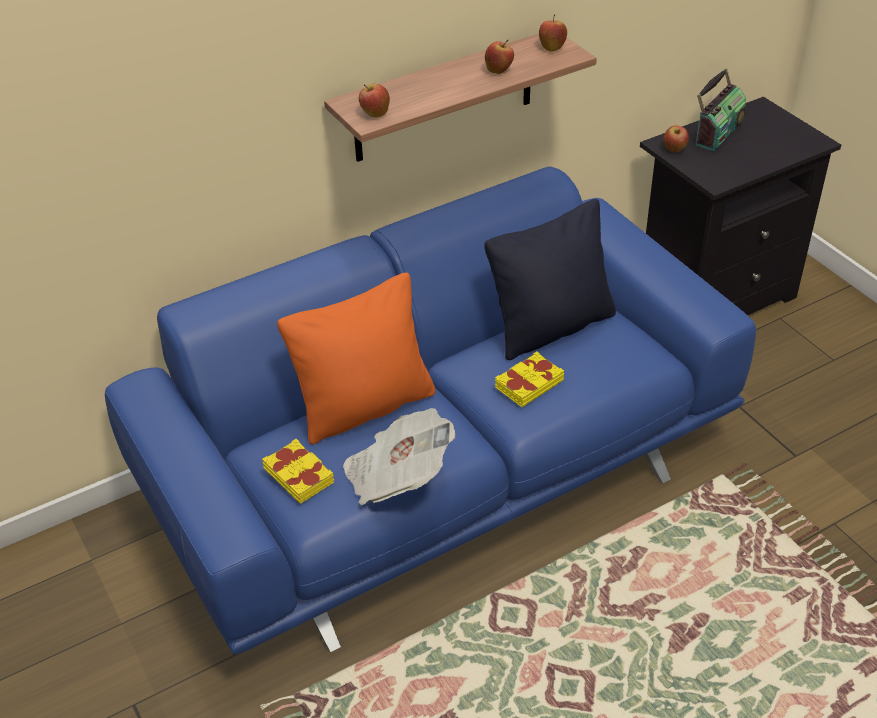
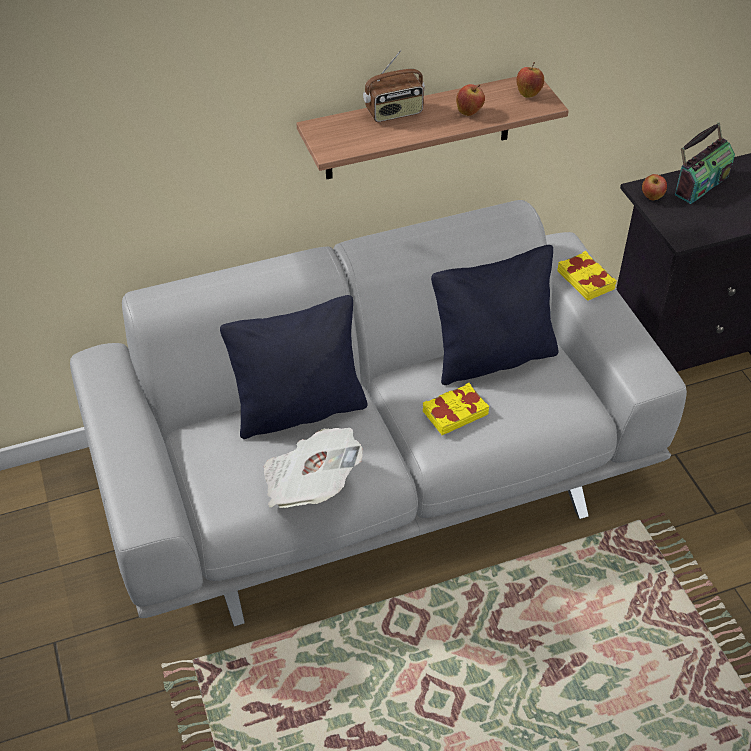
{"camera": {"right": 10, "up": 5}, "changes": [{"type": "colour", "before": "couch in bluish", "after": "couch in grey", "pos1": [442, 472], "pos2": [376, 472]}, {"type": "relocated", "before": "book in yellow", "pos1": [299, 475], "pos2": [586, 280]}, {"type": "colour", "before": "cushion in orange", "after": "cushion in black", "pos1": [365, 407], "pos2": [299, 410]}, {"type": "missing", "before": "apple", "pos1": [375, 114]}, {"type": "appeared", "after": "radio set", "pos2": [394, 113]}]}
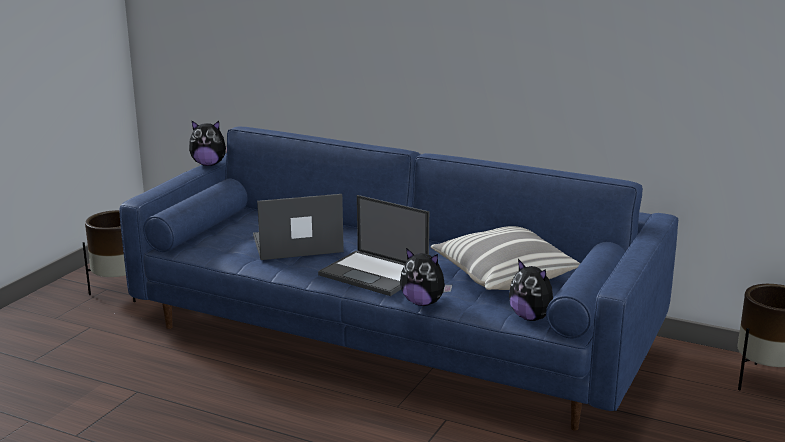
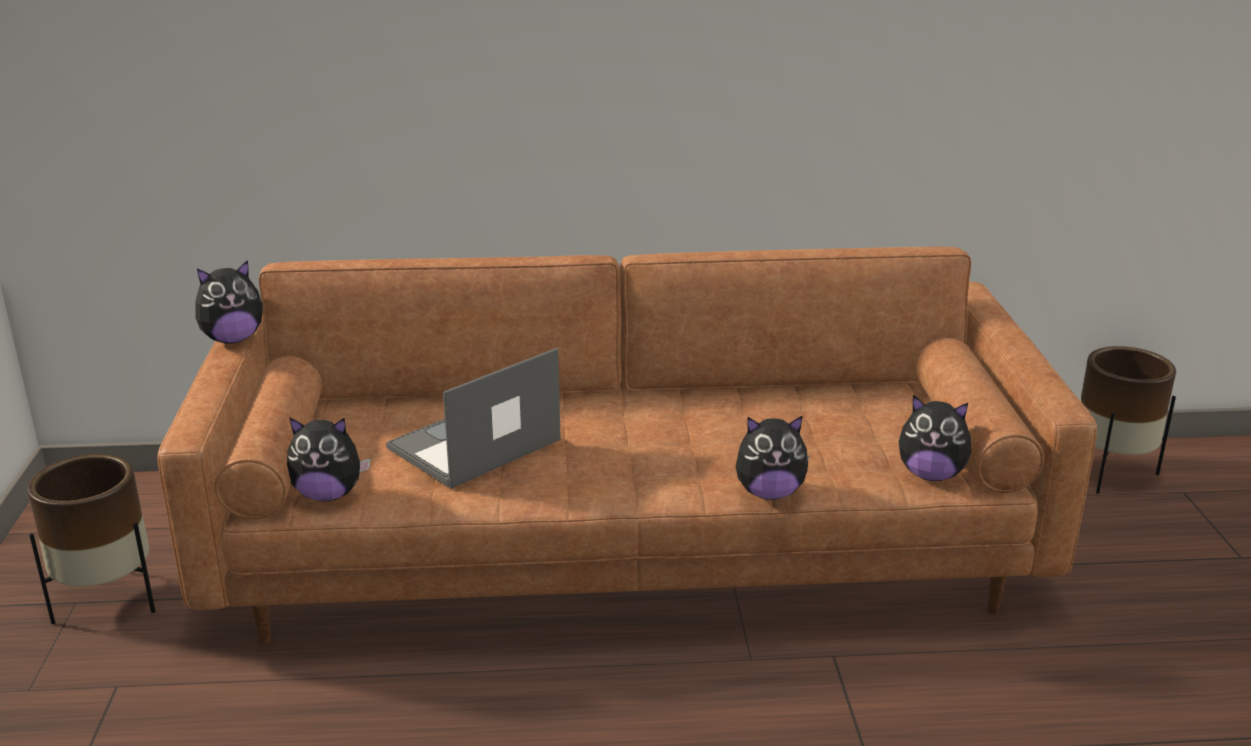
{"camera": {"right": -30, "up": 5}, "changes": [{"type": "colour", "before": "couch in bluish", "after": "couch in brown", "pos1": [392, 334], "pos2": [625, 544]}, {"type": "missing", "before": "portable computer", "pos1": [375, 273]}, {"type": "missing", "before": "cushion", "pos1": [502, 276]}, {"type": "appeared", "after": "cuddly toy", "pos2": [328, 495]}]}
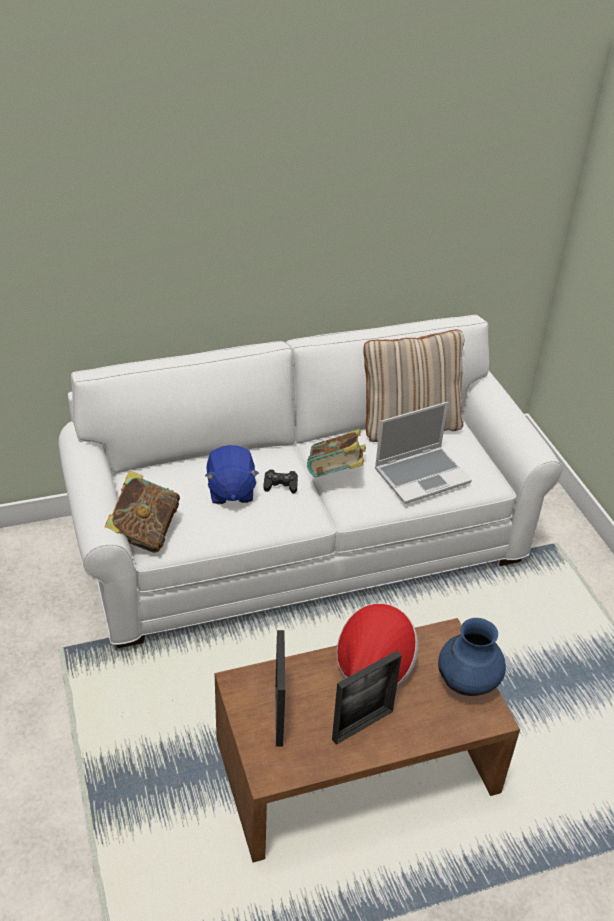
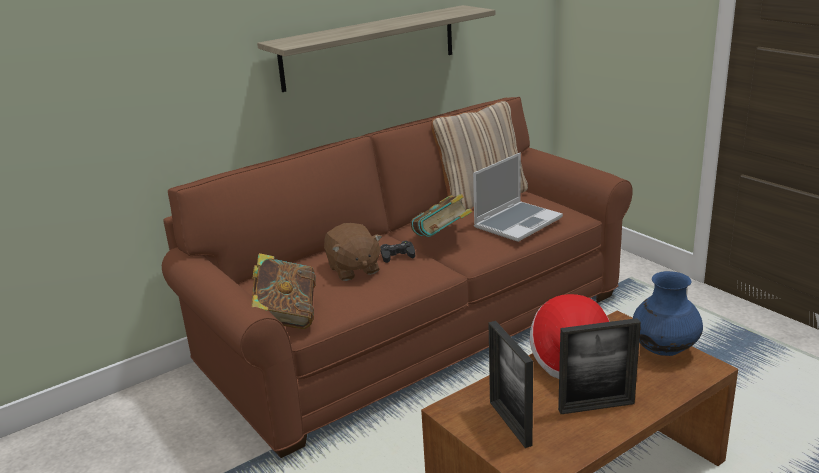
{"camera": {"right": -15, "up": -15}, "changes": [{"type": "colour", "before": "couch in whitish", "after": "couch in brown", "pos1": [303, 540], "pos2": [415, 329]}, {"type": "colour", "before": "cuddly toy in bluish", "after": "cuddly toy in brown", "pos1": [230, 491], "pos2": [353, 269]}, {"type": "spun", "before": "photo frame", "pos1": [362, 725], "pos2": [596, 406], "turn": 45}, {"type": "appeared", "after": "bracket shelf", "pos2": [370, 47]}]}
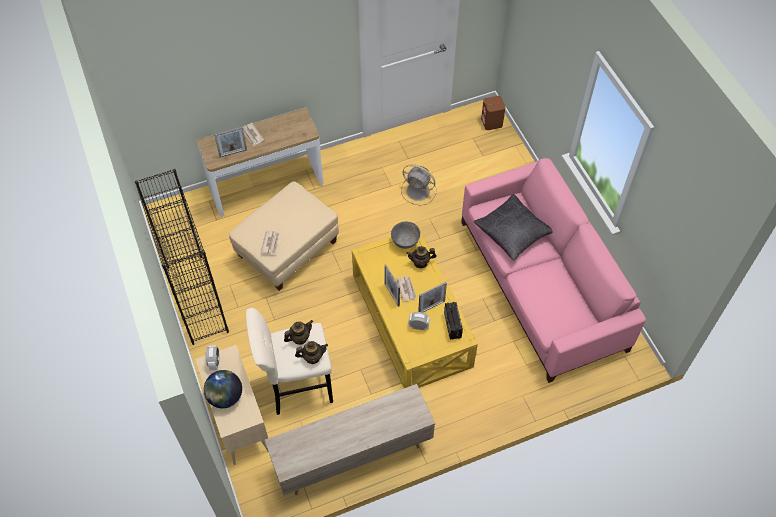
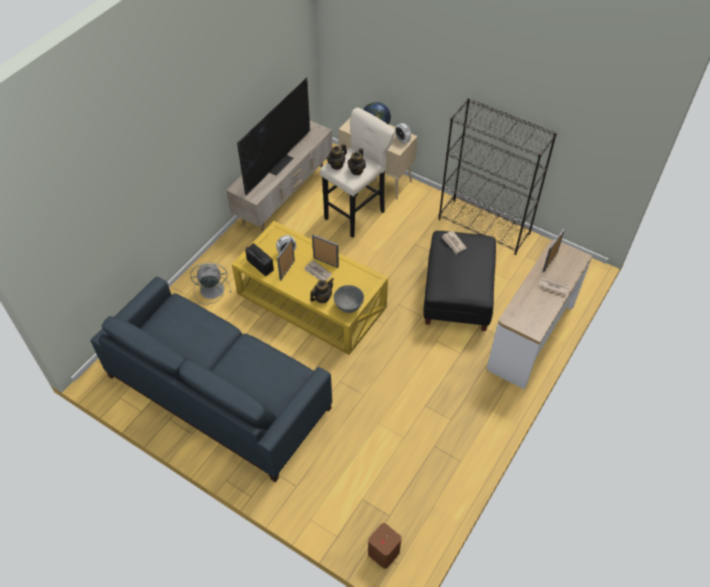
{"camera": {"right": 145, "up": -5}, "changes": [{"type": "colour", "before": "pouffe in beige", "after": "pouffe in black", "pos1": [287, 249], "pos2": [457, 296]}, {"type": "relocated", "before": "fan in grey", "pos1": [419, 191], "pos2": [211, 289]}, {"type": "colour", "before": "couch in pink-coloured", "after": "couch in bluish", "pos1": [541, 285], "pos2": [218, 391]}, {"type": "missing", "before": "cushion in black", "pos1": [512, 232]}, {"type": "appeared", "after": "TV", "pos2": [278, 163]}]}
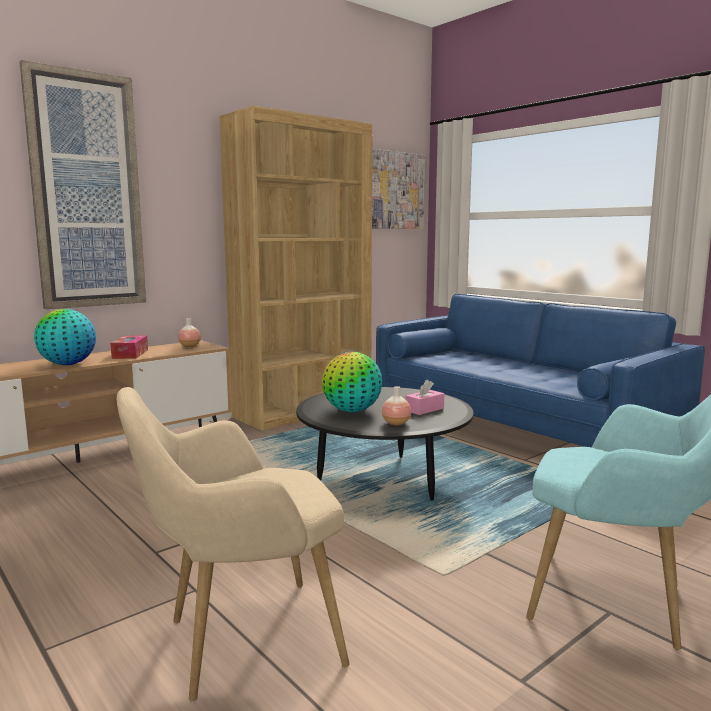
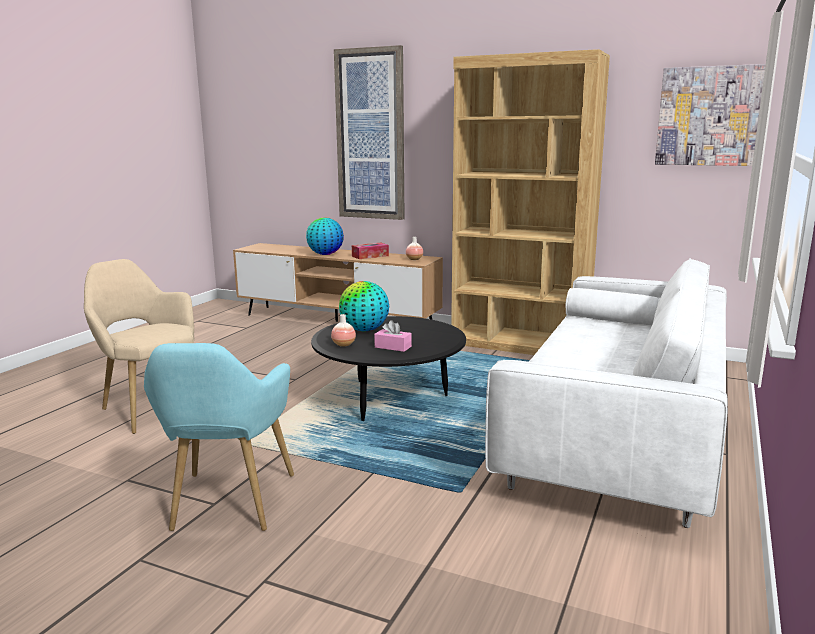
{"camera": {"right": 65, "up": 5}, "changes": [{"type": "colour", "before": "couch in bluish", "after": "couch in whitish", "pos1": [518, 427], "pos2": [618, 432]}]}
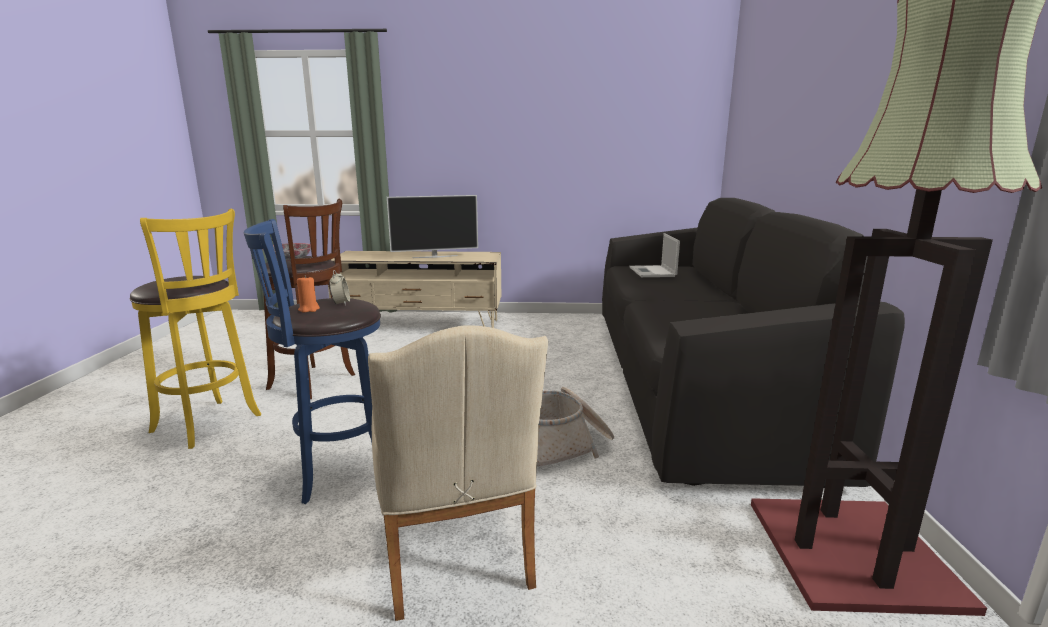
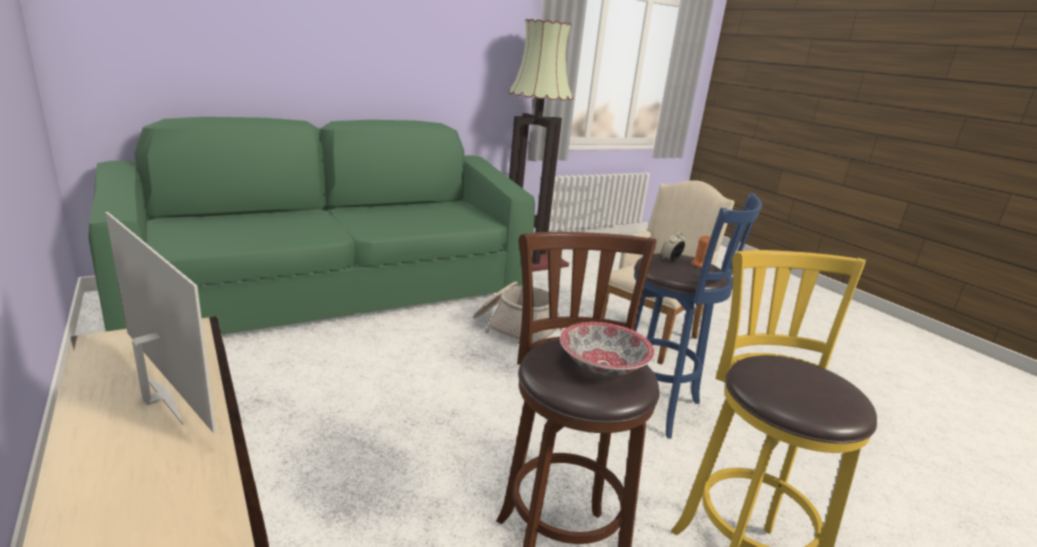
{"camera": {"right": -125, "up": 5}, "changes": [{"type": "colour", "before": "couch in black", "after": "couch in green", "pos1": [691, 378], "pos2": [339, 292]}, {"type": "missing", "before": "portable computer", "pos1": [653, 272]}]}
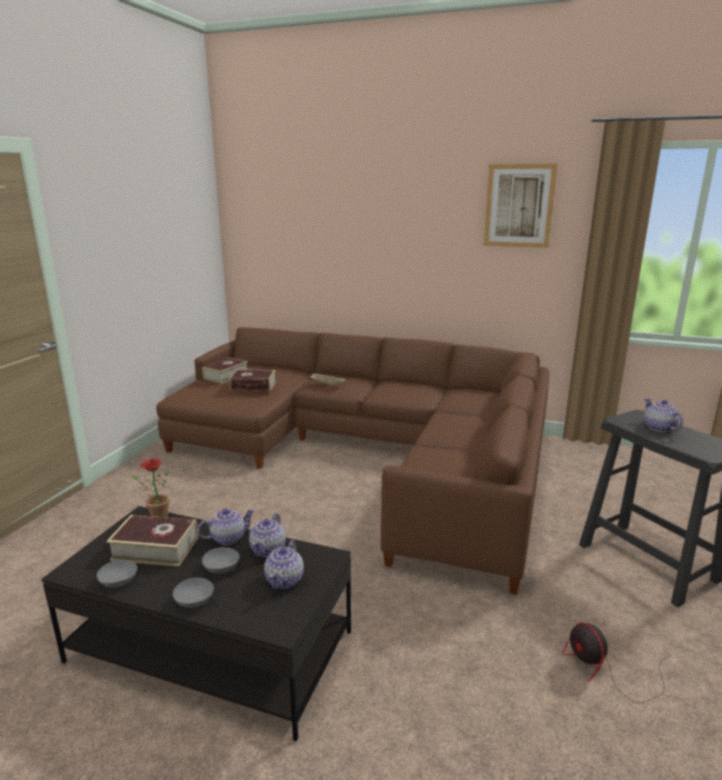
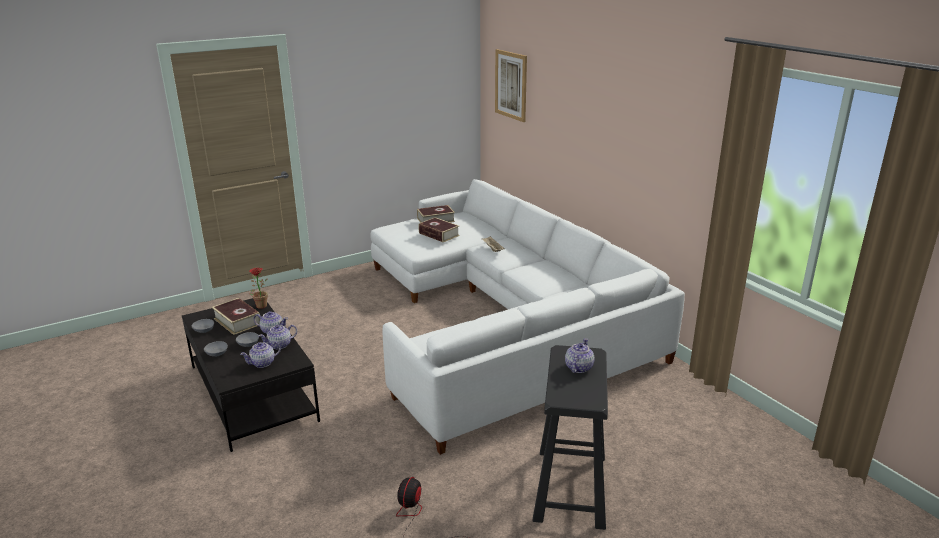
{"camera": {"right": 40, "up": 5}, "changes": [{"type": "colour", "before": "couch in brown", "after": "couch in whitish", "pos1": [370, 453], "pos2": [504, 320]}, {"type": "relocated", "before": "wall picture", "pos1": [519, 206], "pos2": [511, 85]}]}
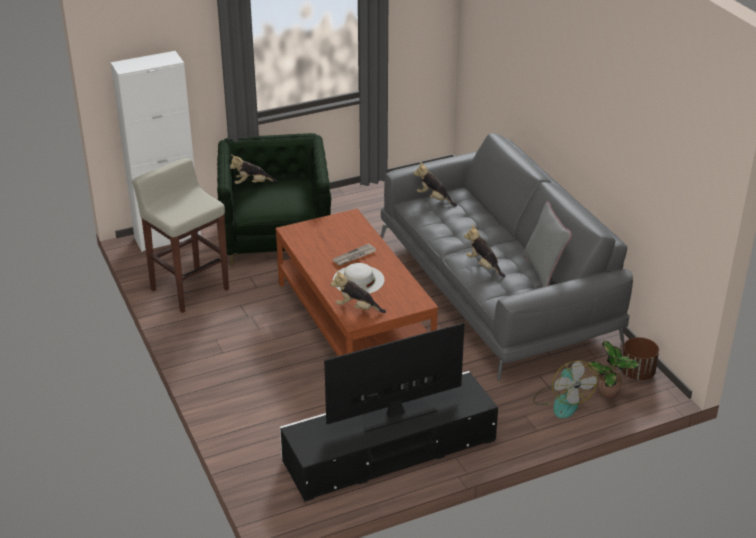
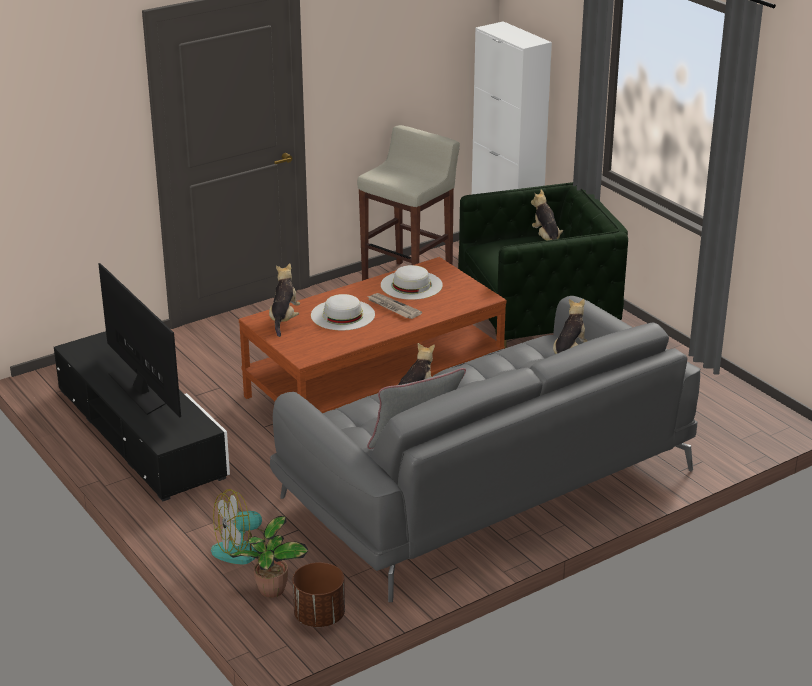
{"camera": {"right": 80, "up": -5}, "changes": [{"type": "appeared", "after": "wearable hat in whitish", "pos2": [411, 285]}]}
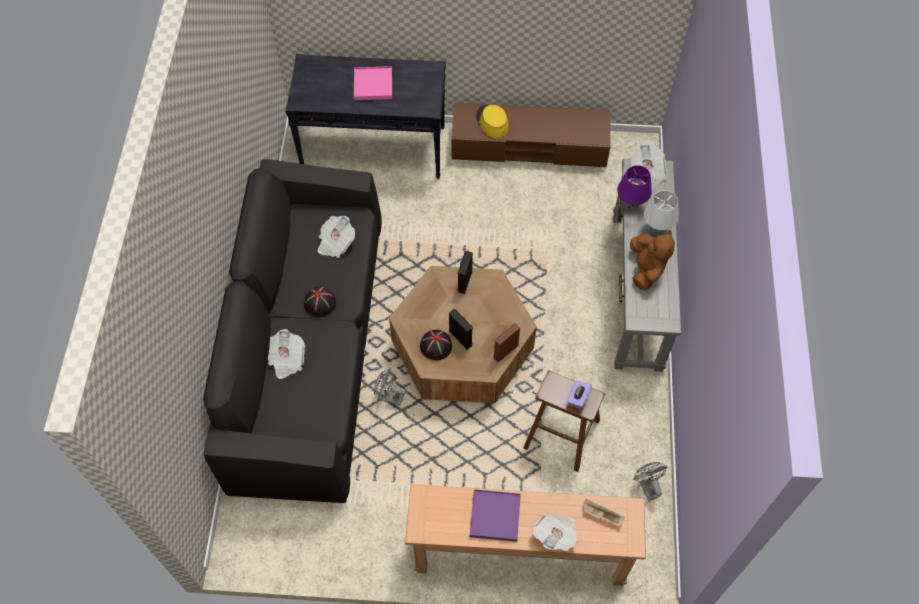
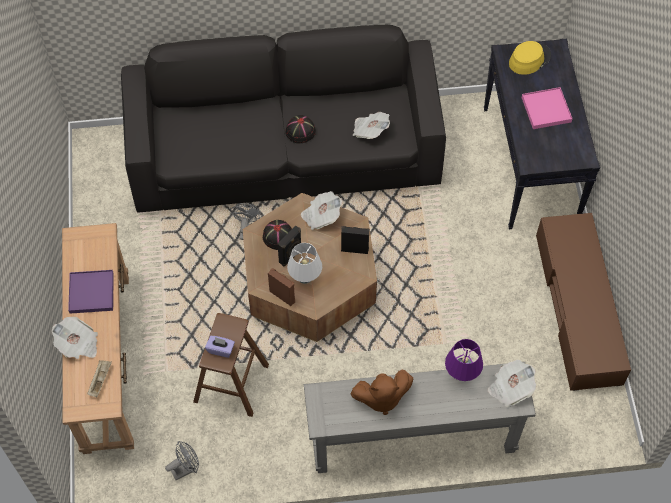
{"camera": {"right": 80, "up": 0}, "changes": [{"type": "relocated", "before": "printed paper", "pos1": [286, 360], "pos2": [321, 216]}, {"type": "relocated", "before": "wearable hat in yellow", "pos1": [492, 122], "pos2": [529, 59]}, {"type": "relocated", "before": "tabletop lamp in whitish", "pos1": [657, 230], "pos2": [305, 279]}]}
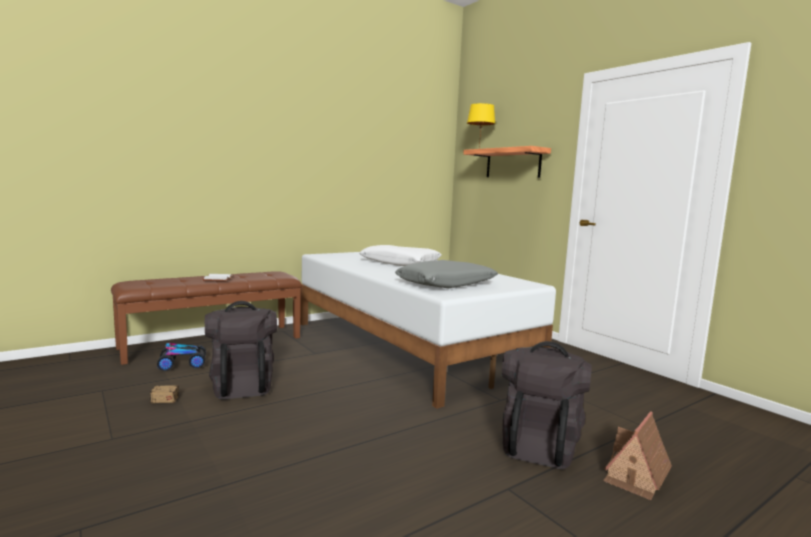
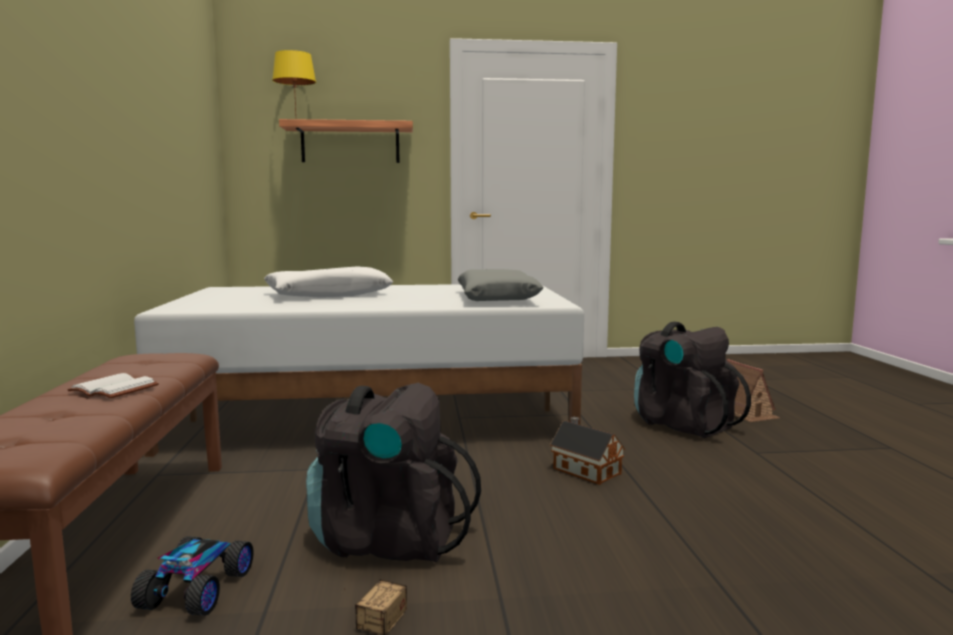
{"camera": {"right": -60, "up": 0}, "changes": [{"type": "appeared", "after": "model house", "pos2": [585, 470]}]}
